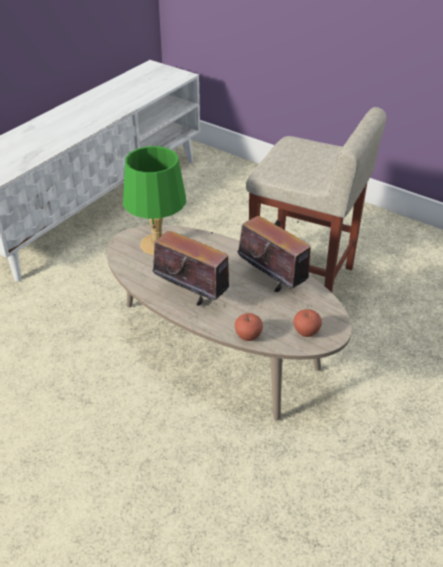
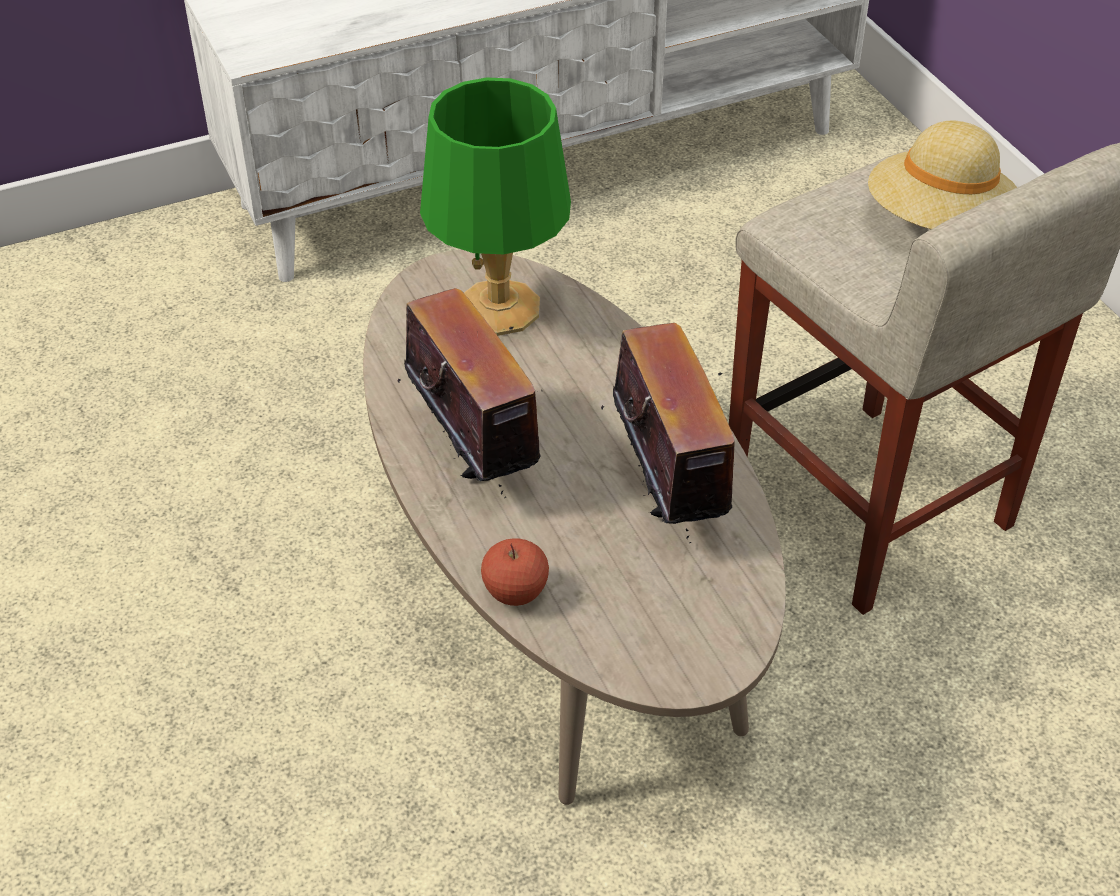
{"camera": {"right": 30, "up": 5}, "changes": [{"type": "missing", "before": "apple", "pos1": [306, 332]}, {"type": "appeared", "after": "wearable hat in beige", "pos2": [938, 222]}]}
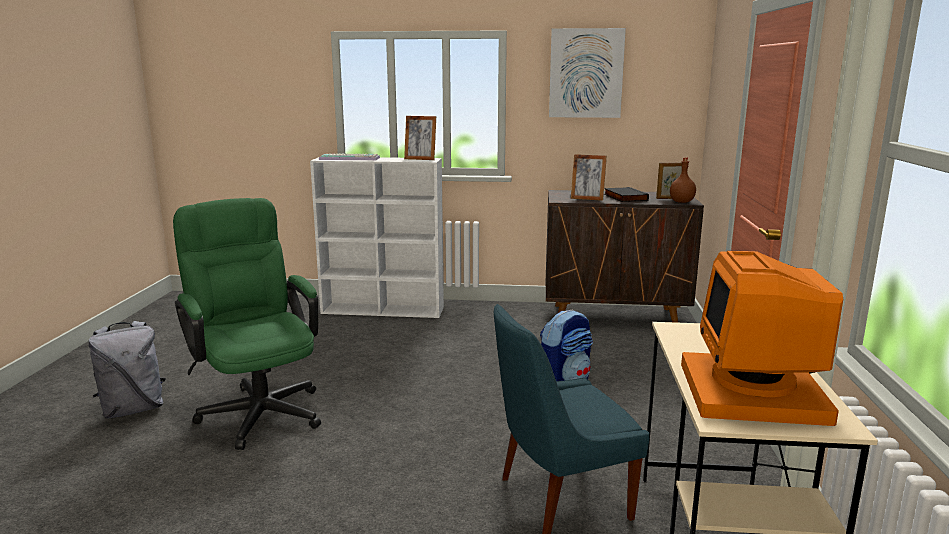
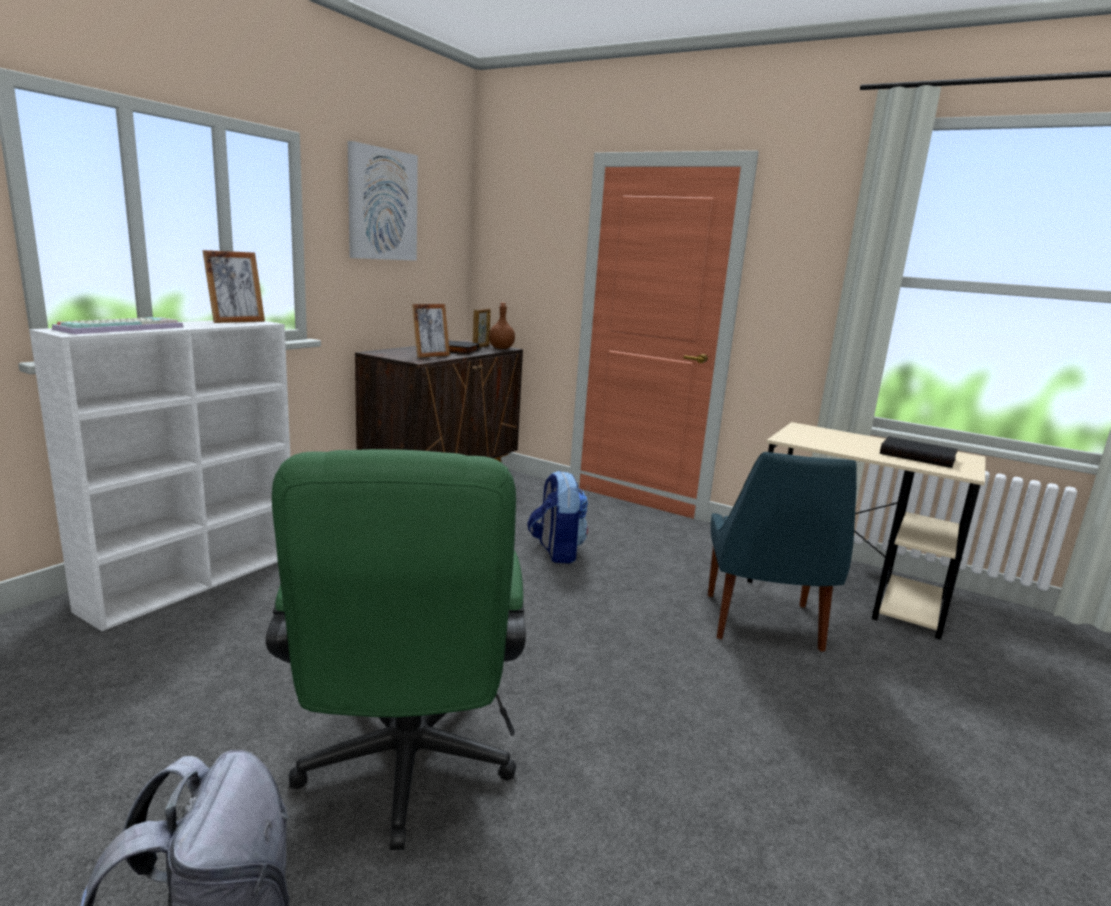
{"camera": {"right": -65, "up": 0}, "changes": [{"type": "spun", "before": "computer chair in green", "pos1": [259, 409], "pos2": [404, 774], "turn": -90}, {"type": "exchanged", "before": "computer screen", "after": "book in black", "pos1": [755, 392], "pos2": [918, 456]}]}
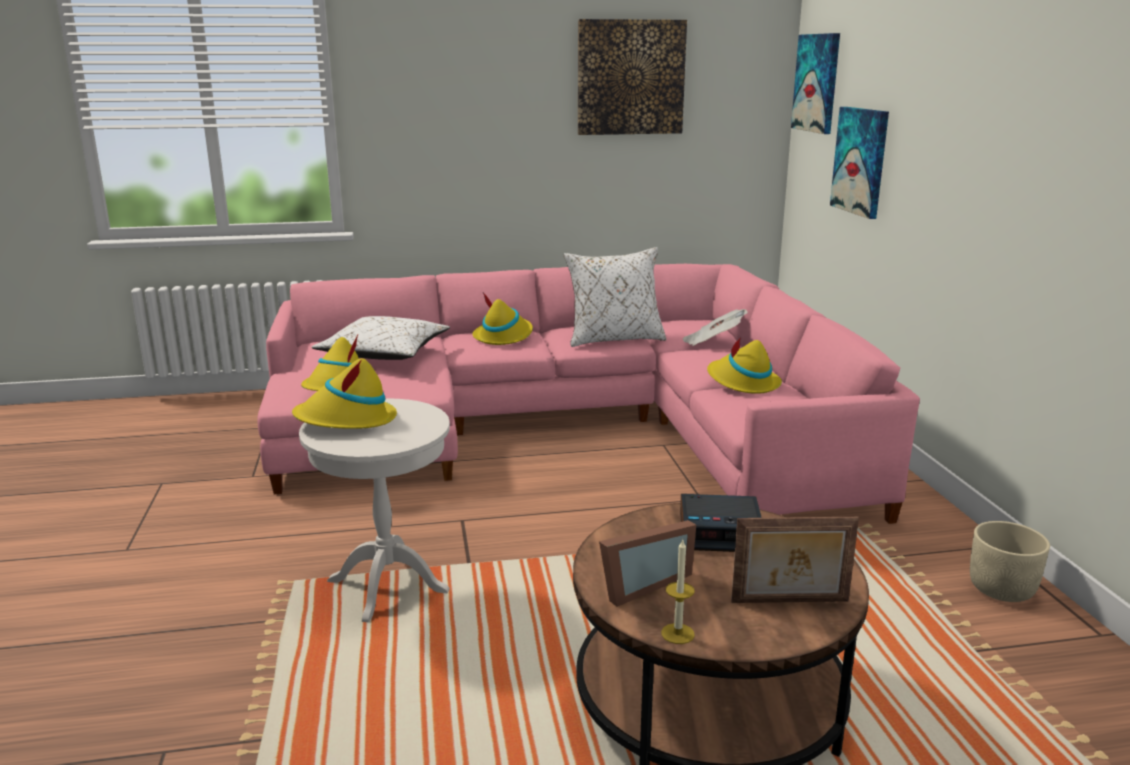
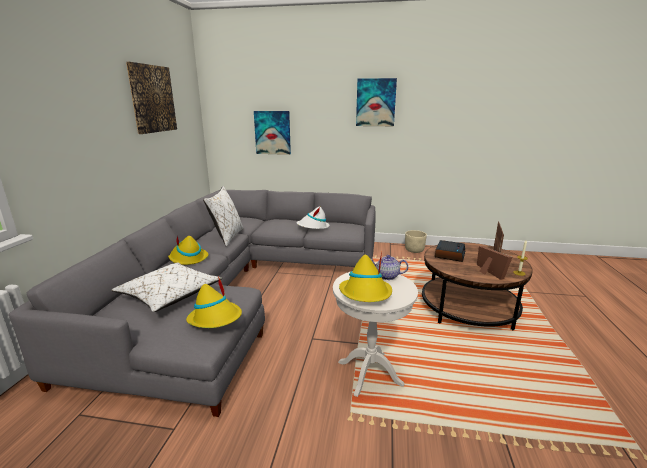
{"camera": {"right": -70, "up": 0}, "changes": [{"type": "colour", "before": "couch in pink-coloured", "after": "couch in grey", "pos1": [570, 429], "pos2": [236, 289]}, {"type": "missing", "before": "printed paper", "pos1": [712, 343]}, {"type": "colour", "before": "wearable hat in yellow", "after": "wearable hat in whitish", "pos1": [742, 382], "pos2": [313, 227]}, {"type": "relocated", "before": "wall picture", "pos1": [817, 83], "pos2": [375, 102]}, {"type": "appeared", "after": "tea pot", "pos2": [387, 276]}]}
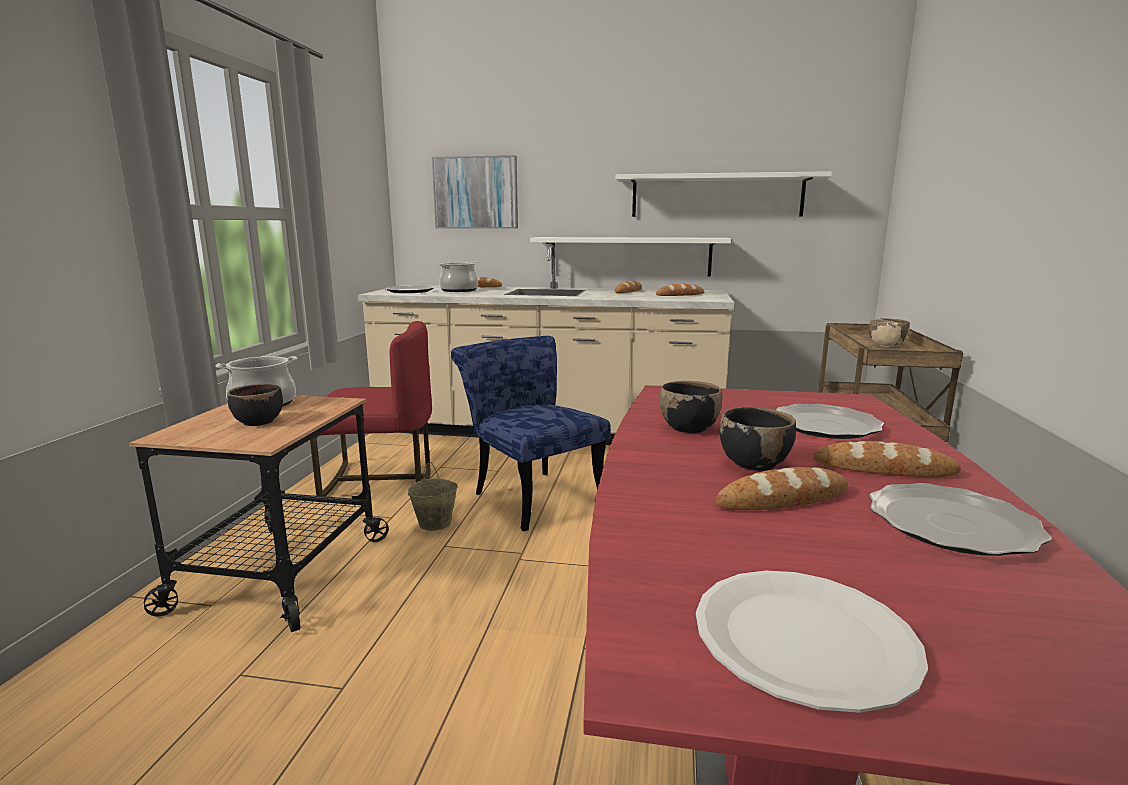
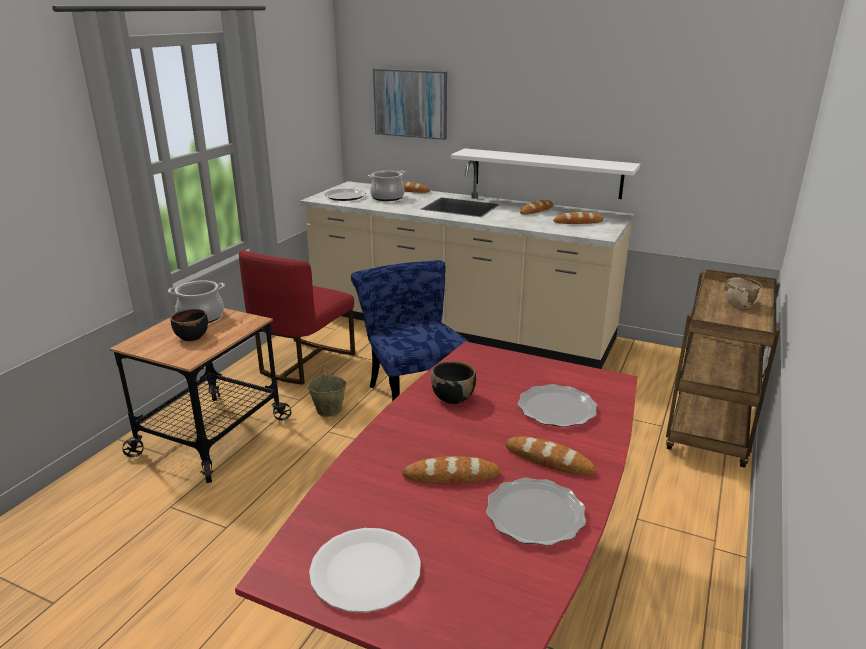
{"camera": {"right": 15, "up": 10}, "changes": [{"type": "spun", "before": "upright chair in red", "pos1": [379, 479], "pos2": [303, 362], "turn": 105}, {"type": "missing", "before": "bracket shelf in whitish", "pos1": [716, 196]}, {"type": "missing", "before": "deep dish in black", "pos1": [754, 463]}]}
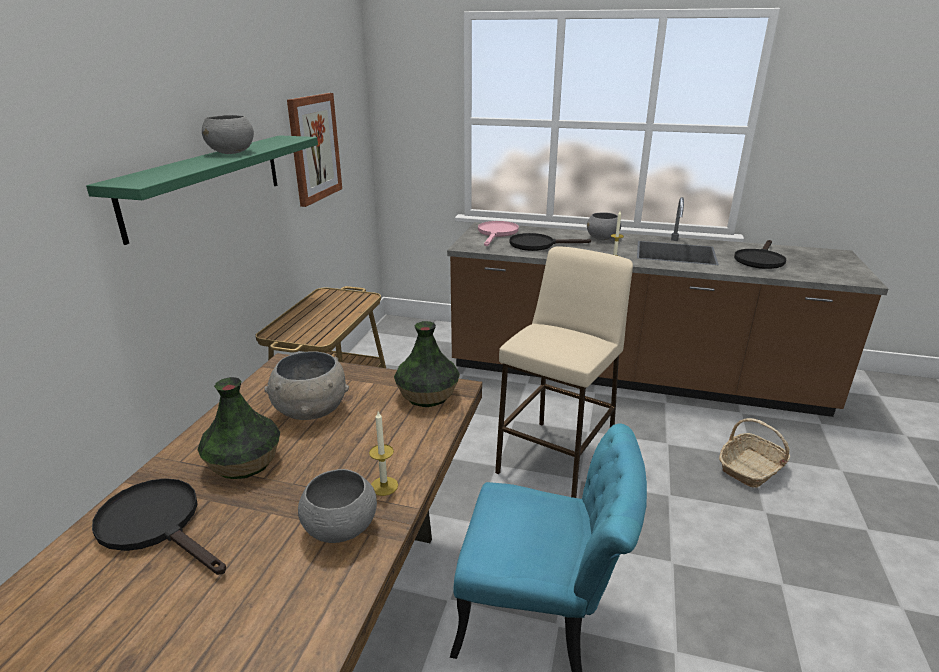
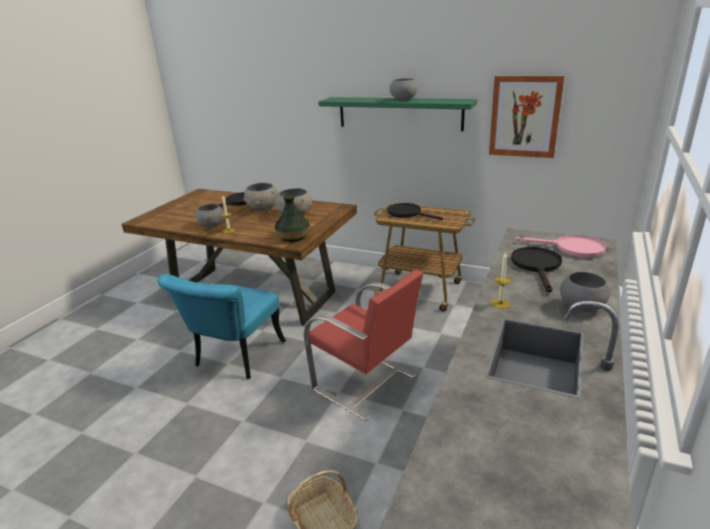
{"camera": {"right": 100, "up": 0}, "changes": [{"type": "exchanged", "before": "flower vase", "after": "deep dish in grey", "pos1": [243, 463], "pos2": [263, 208]}, {"type": "exchanged", "before": "sitting stool in beige", "after": "upright chair in red", "pos1": [556, 459], "pos2": [366, 384]}, {"type": "relocated", "before": "pan in black", "pos1": [759, 260], "pos2": [408, 213]}]}
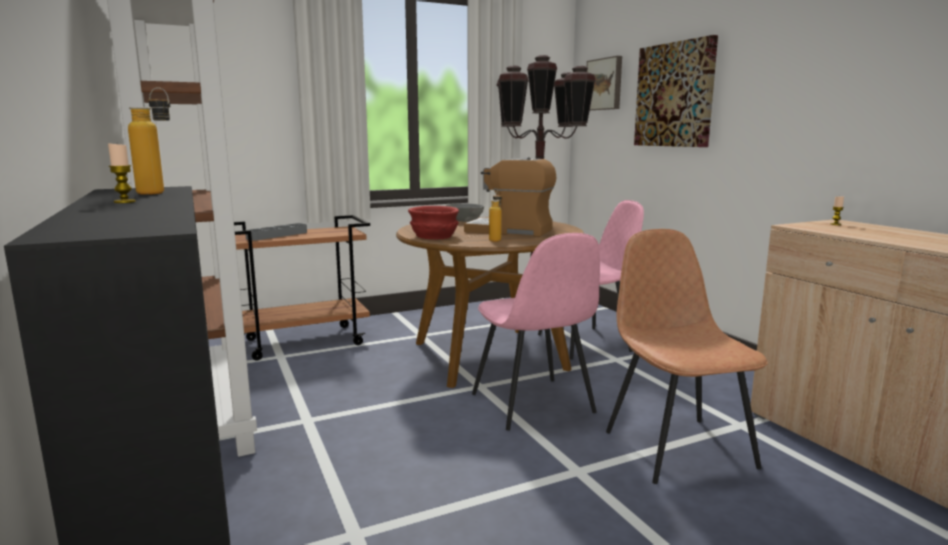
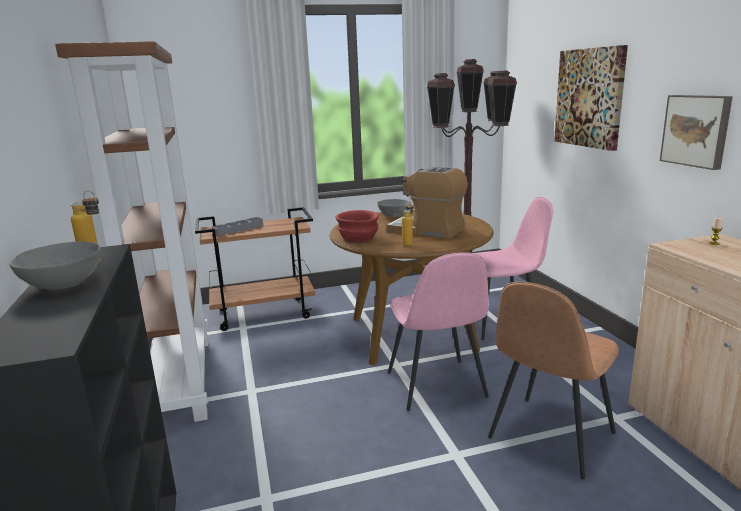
{"camera": {"right": 10, "up": 5}, "changes": [{"type": "exchanged", "before": "wax light", "after": "deep dish in grey", "pos1": [124, 202], "pos2": [63, 284]}, {"type": "relocated", "before": "wall picture", "pos1": [605, 84], "pos2": [696, 130]}, {"type": "spun", "before": "upright chair in brown", "pos1": [677, 447], "pos2": [549, 437], "turn": -135}]}
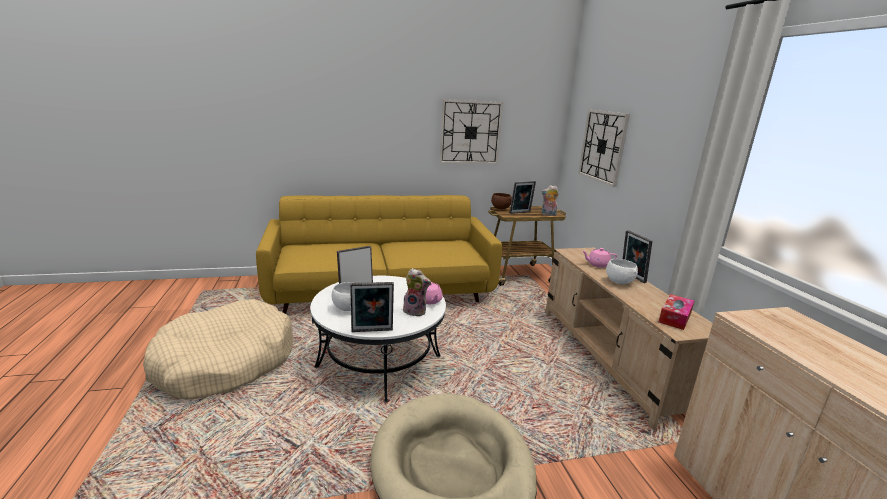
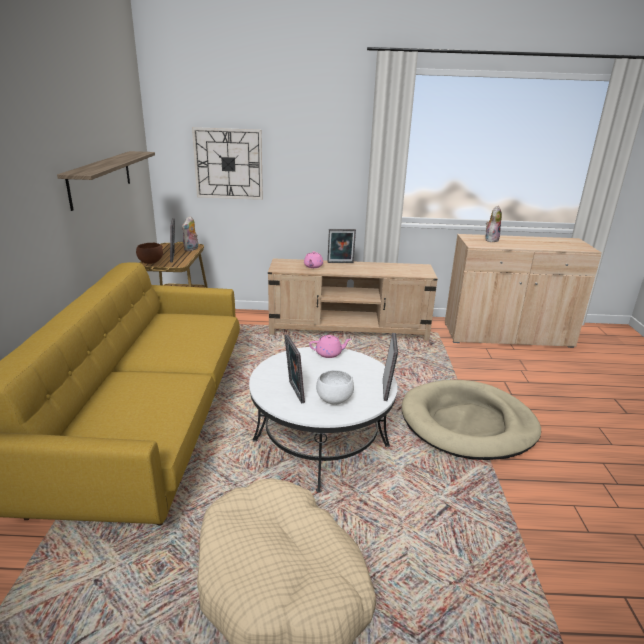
{"camera": {"right": -75, "up": 5}, "changes": [{"type": "relocated", "before": "cuddly toy", "pos1": [415, 311], "pos2": [491, 240]}, {"type": "exchanged", "before": "clock on the wall", "after": "bracket shelf", "pos1": [470, 132], "pos2": [101, 178]}, {"type": "missing", "before": "deep dish in whitish", "pos1": [618, 282]}, {"type": "missing", "before": "box of tissues", "pos1": [675, 317]}]}
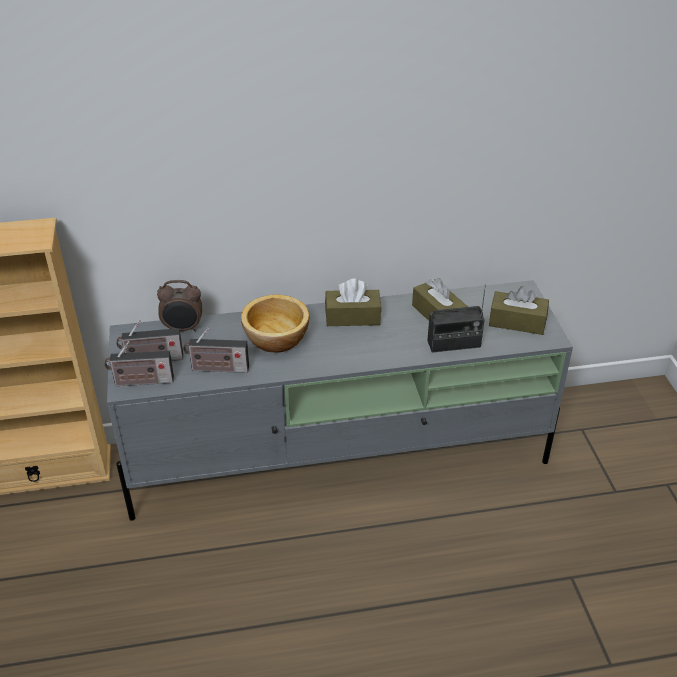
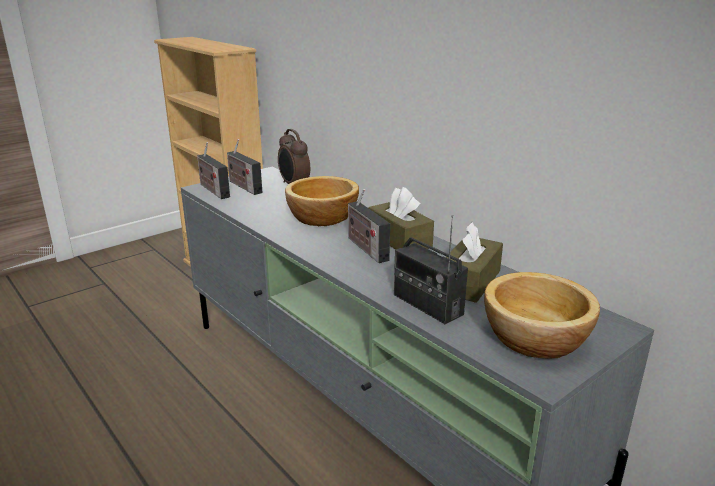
{"camera": {"right": 60, "up": -15}, "changes": [{"type": "relocated", "before": "radio set", "pos1": [217, 369], "pos2": [365, 248]}, {"type": "exchanged", "before": "box of tissues in brown", "after": "deep dish", "pos1": [517, 322], "pos2": [537, 338]}]}
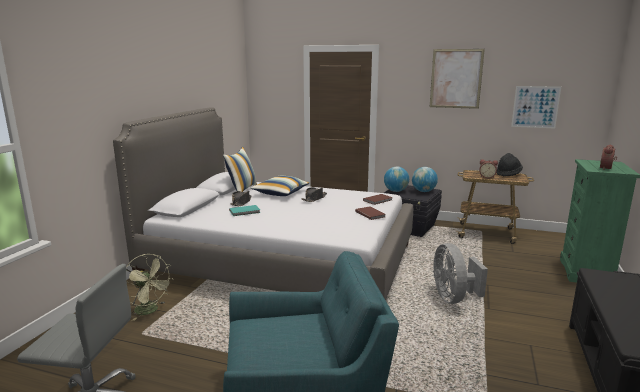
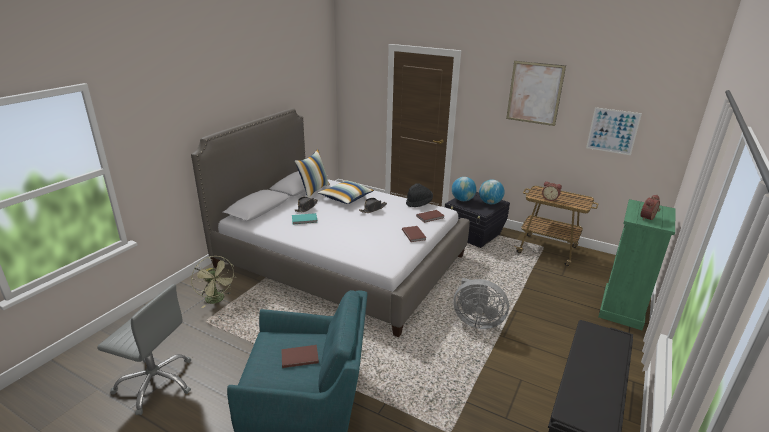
{"camera": {"right": 10, "up": 10}, "changes": [{"type": "spun", "before": "fan in grey", "pos1": [453, 298], "pos2": [476, 321], "turn": -75}, {"type": "relocated", "before": "wearable hat in black", "pos1": [508, 174], "pos2": [419, 203]}, {"type": "appeared", "after": "book in brown", "pos2": [299, 357]}]}
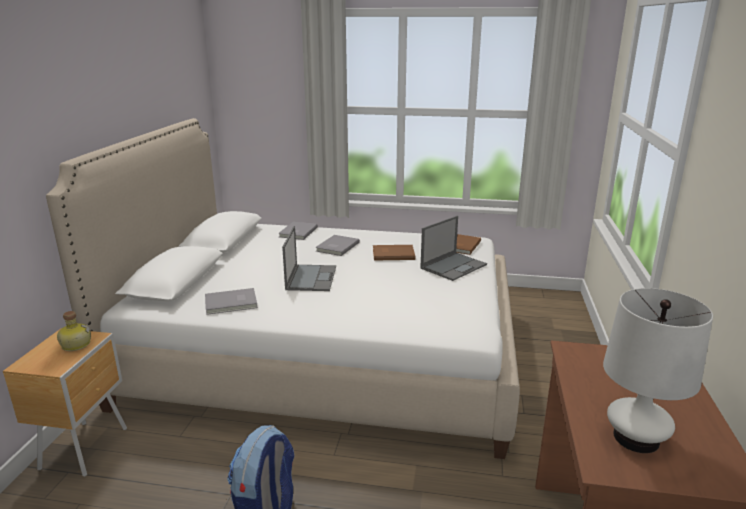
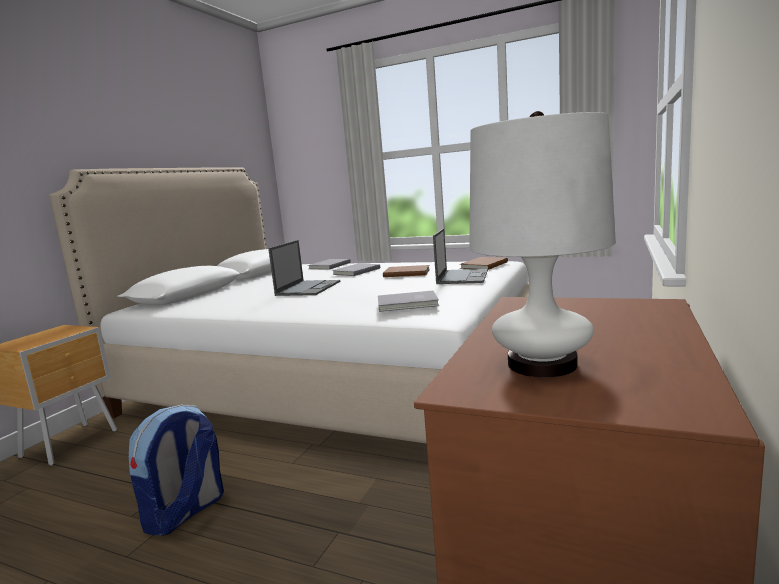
{"camera": {"right": 15, "up": -10}, "changes": [{"type": "missing", "before": "drink bottle", "pos1": [75, 344]}, {"type": "relocated", "before": "book in grey", "pos1": [232, 303], "pos2": [408, 304]}, {"type": "spun", "before": "portable computer", "pos1": [454, 266], "pos2": [462, 277], "turn": -45}]}
